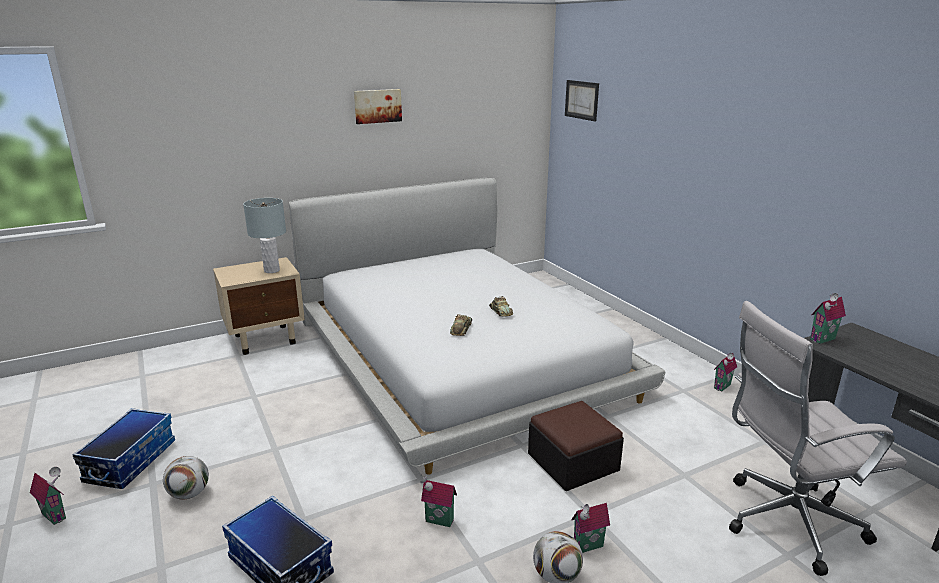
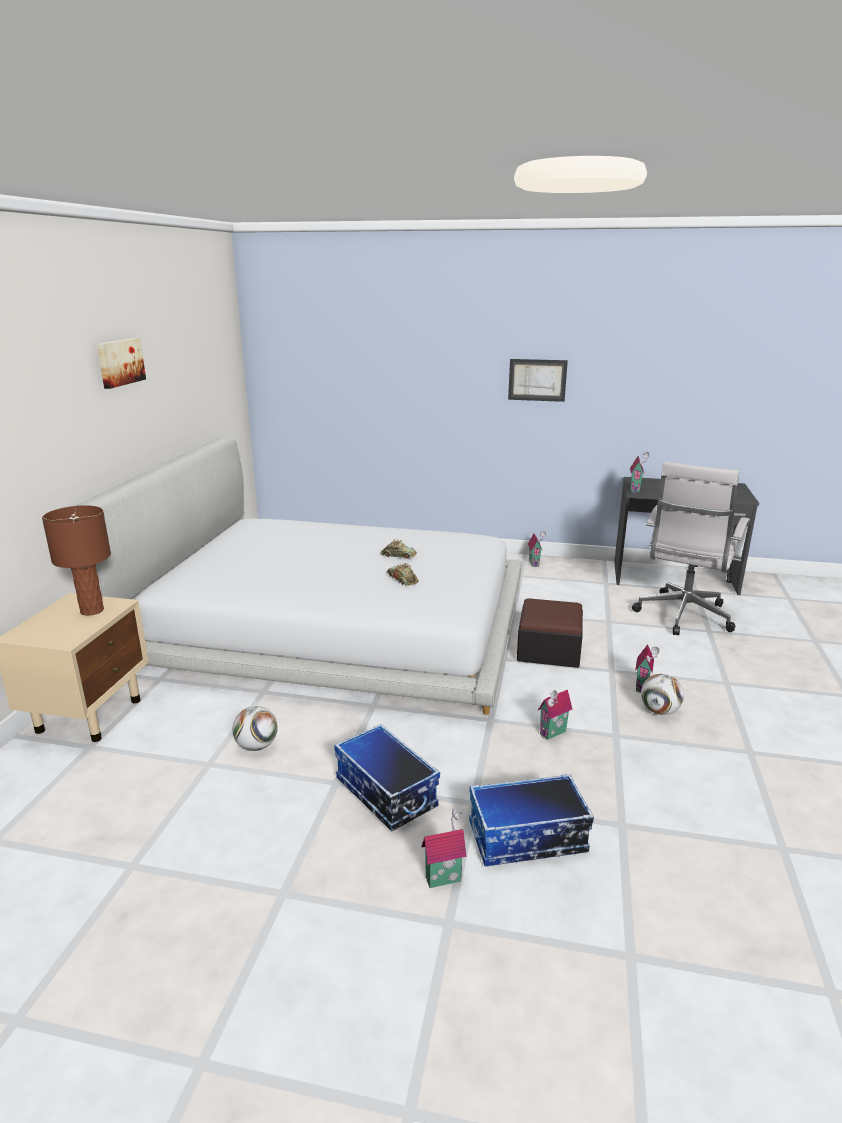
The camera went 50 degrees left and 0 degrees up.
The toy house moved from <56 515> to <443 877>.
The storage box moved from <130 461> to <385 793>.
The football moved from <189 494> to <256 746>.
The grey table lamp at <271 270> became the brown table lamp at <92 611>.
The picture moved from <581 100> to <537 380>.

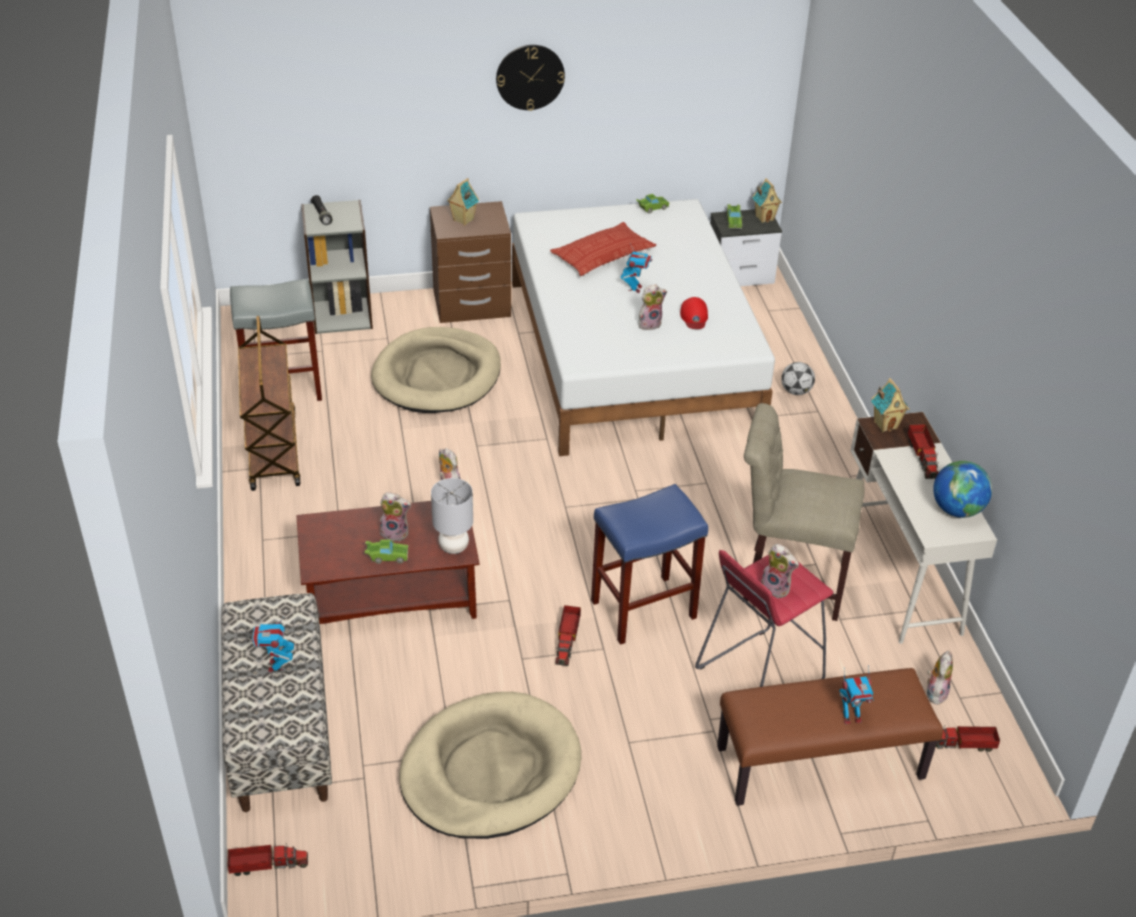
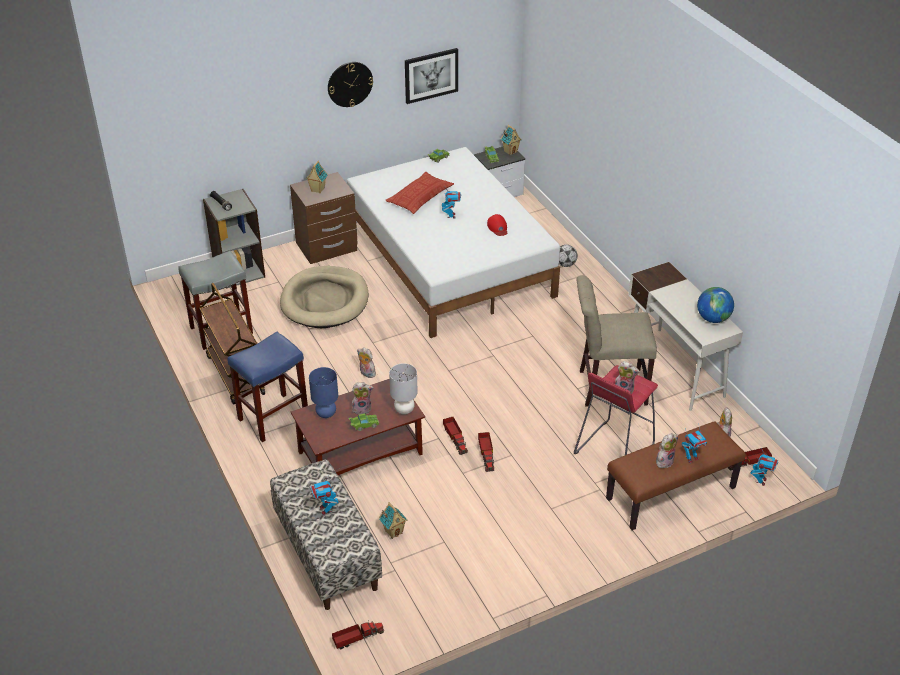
The camera went 15 degrees left and 0 degrees up.
The beige dog bed at <490 771> disappeared.
The blue stool moved from <642 610> to <273 418>.
The plush toy moved from <650 323> to <664 461>.
The toy house moved from <885 425> to <393 531>.
The toy truck moved from <922 457> to <455 439>.
The blue table lamp at <325 413> appeared.
The picture at <431 75> appeared.
The toy robot at <761 481> appeared.

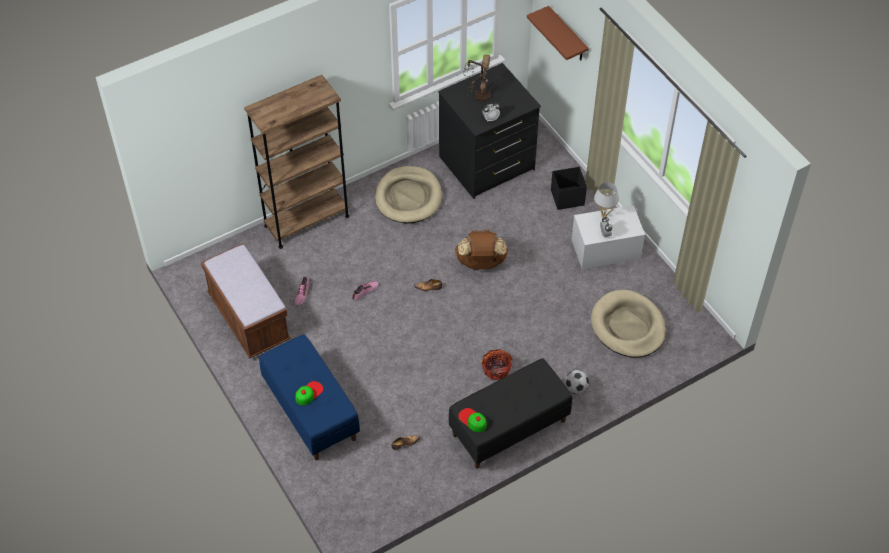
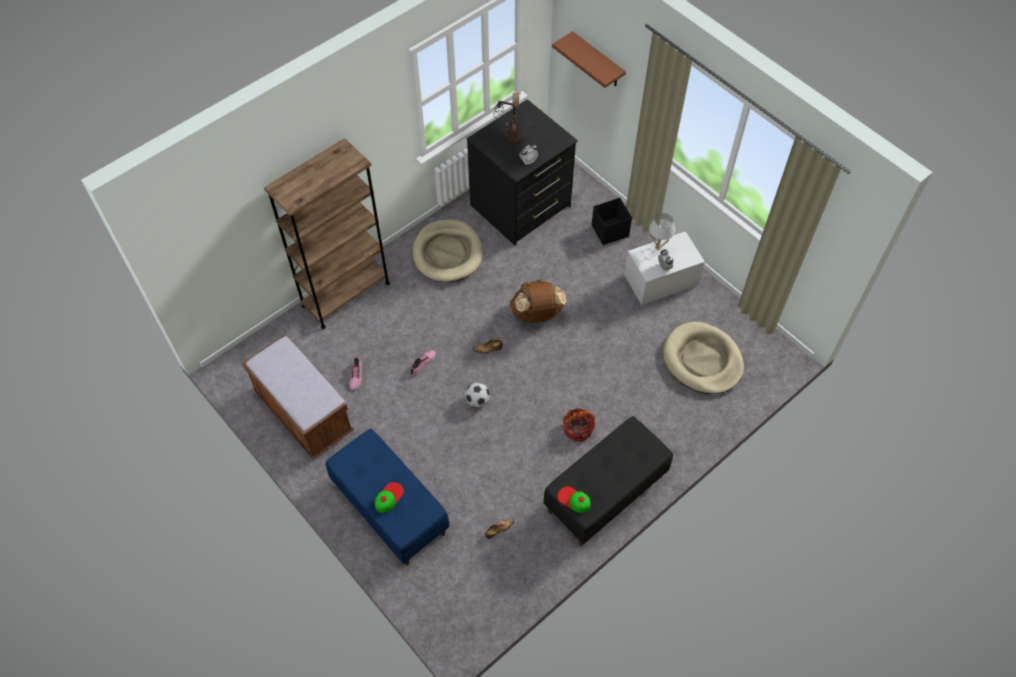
The camera went 10 degrees left and 5 degrees up.
The football moved from <576 388> to <477 401>.

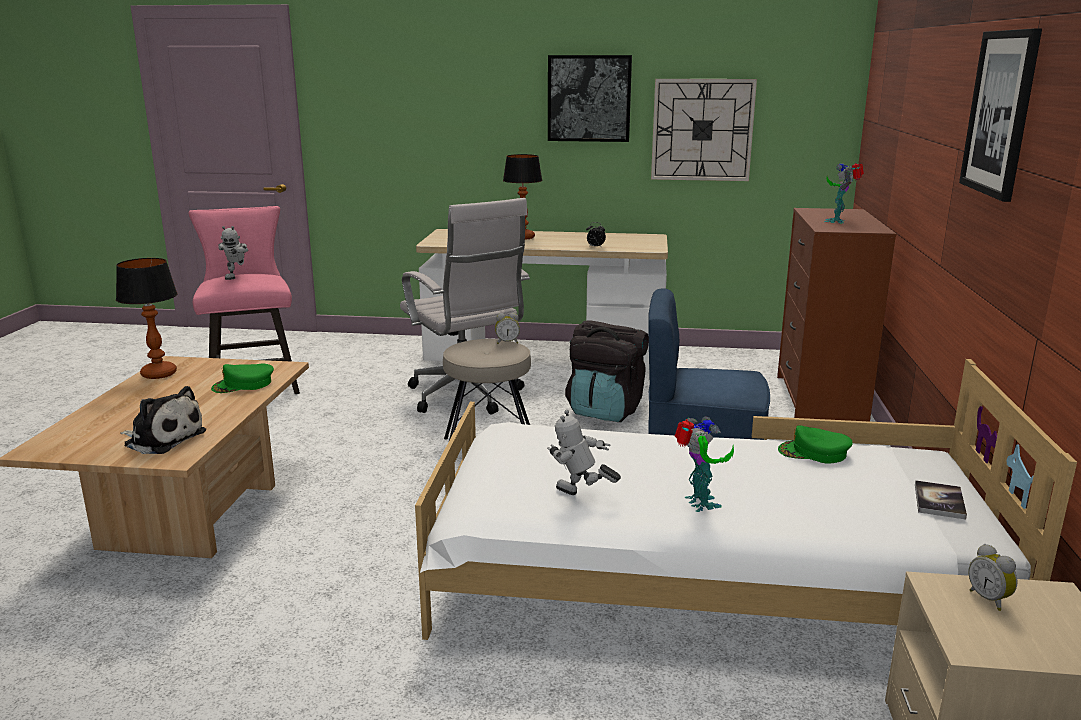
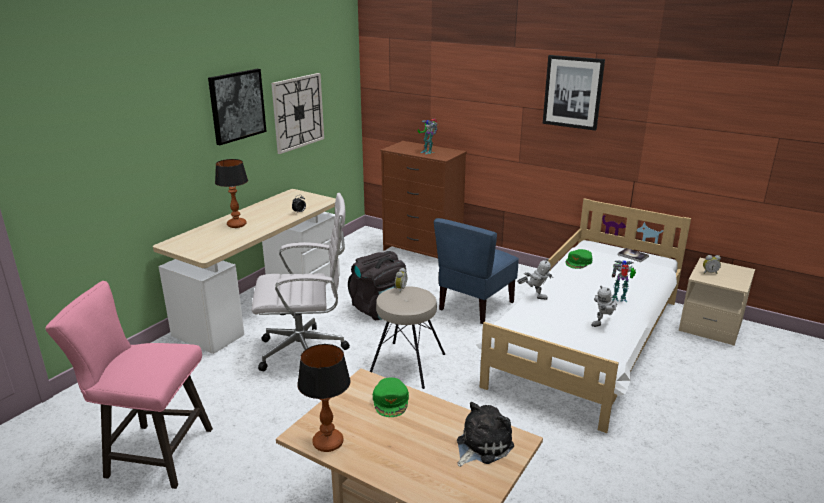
The camera went 65 degrees left and 5 degrees up.
The toy robot moved from <237 277> to <535 296>.

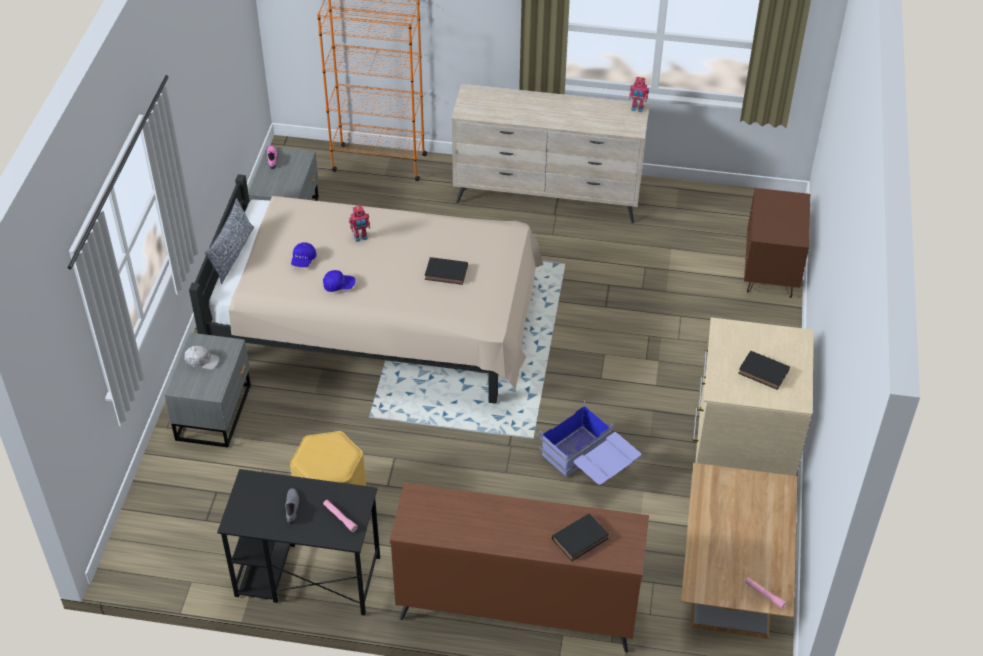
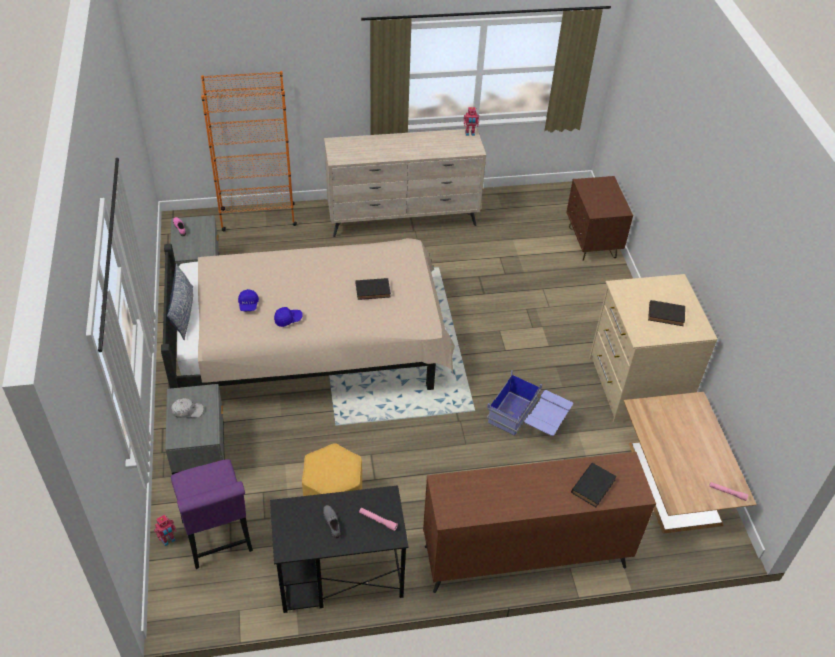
The camera went 20 degrees left and 0 degrees up.
The toy robot moved from <360 237> to <168 540>.
The purple chair at <218 540> appeared.

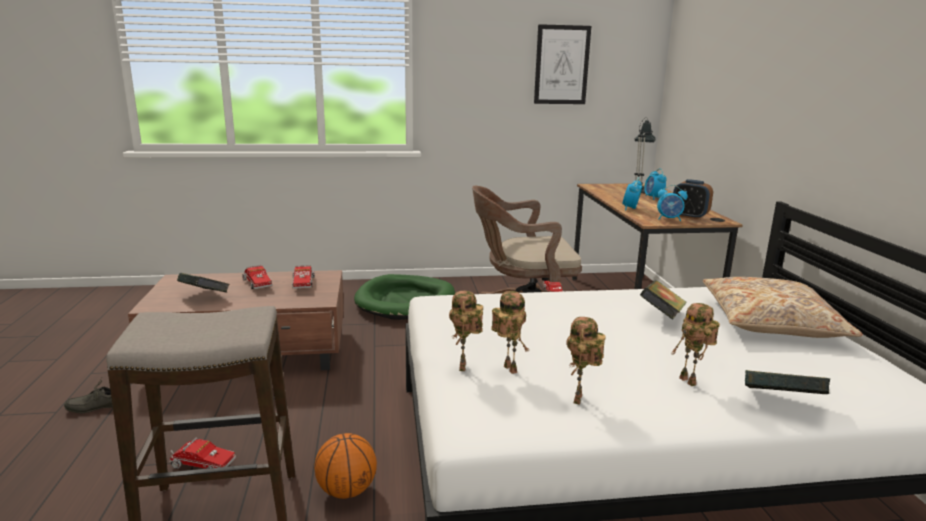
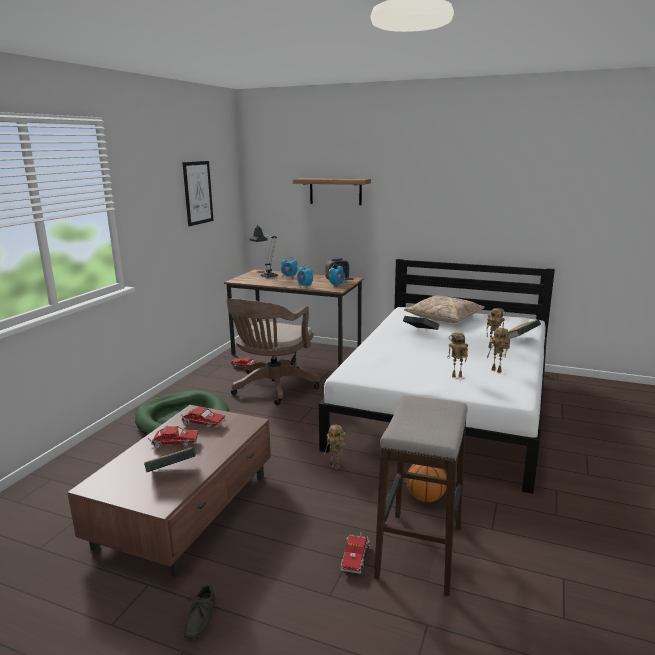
The camera went 60 degrees left and 0 degrees up.
The toy truck at <200 465> turned 150 degrees clockwise.
The toy robot moved from <464 367> to <335 467>.
The shelf at <335 191> appeared.

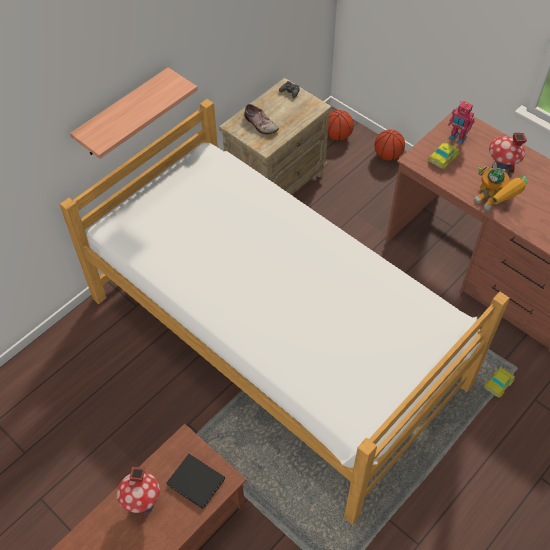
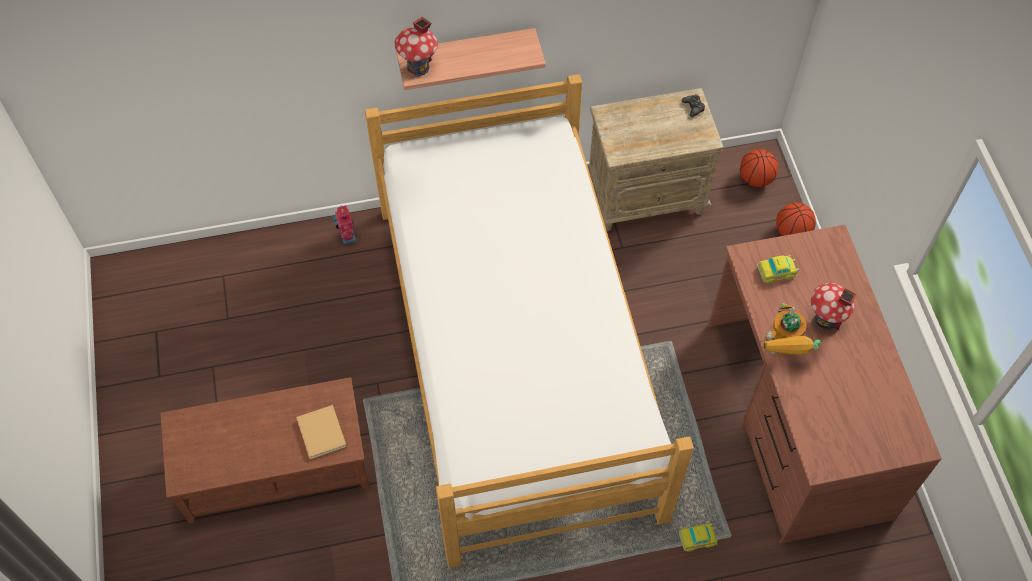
The camera went 35 degrees right and 5 degrees up.
The toy house moved from <143 503> to <418 67>.
The black book at <197 482> became the beige book at <322 434>.
The shoe at <260 124> disappeared.
The toy robot moved from <457 138> to <347 237>.

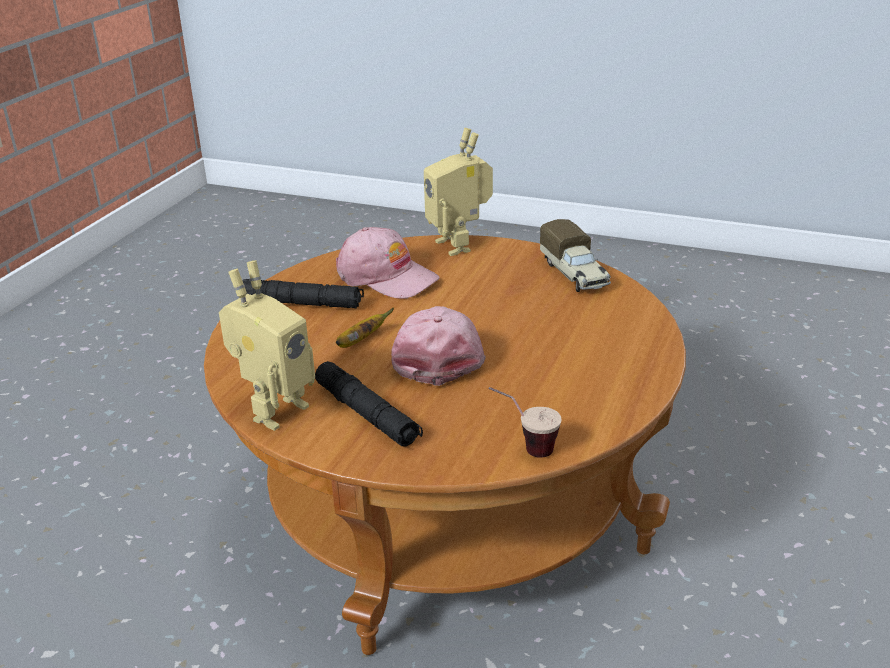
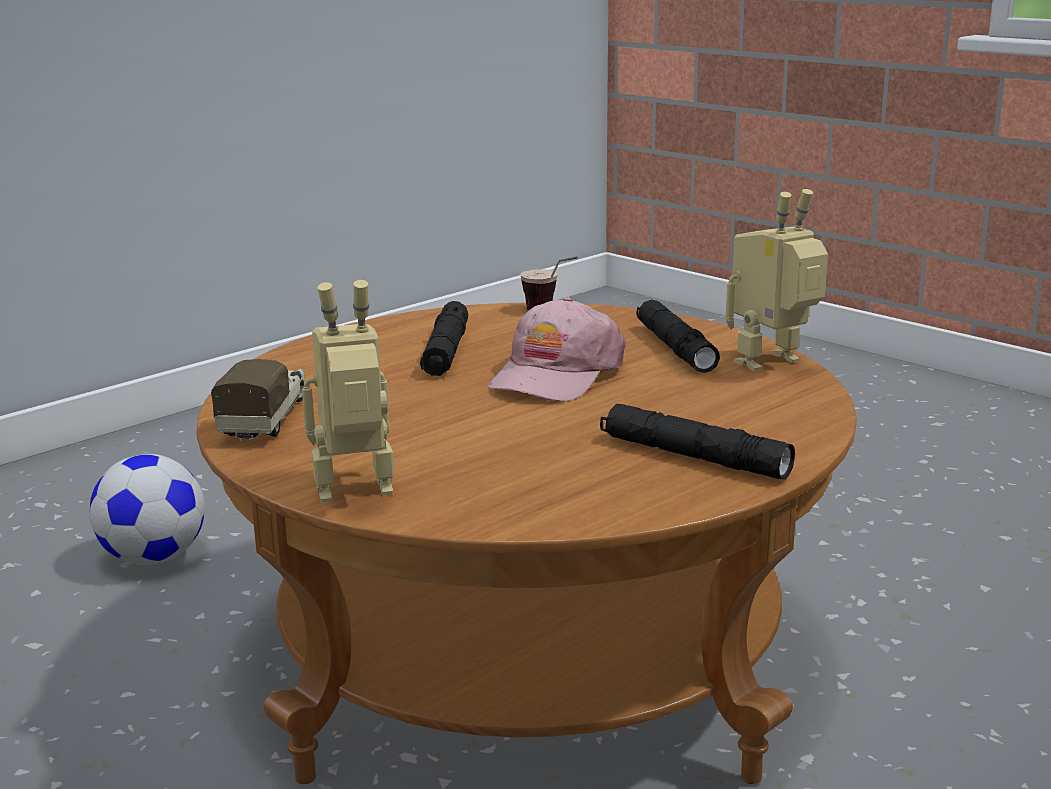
The camera went 155 degrees left and 10 degrees down.
The pink cap at <386 276> disappeared.
The banana at <361 341> disappeared.
The toy robot at <459 245> turned 105 degrees counterclockwise.
The football at <154 558> appeared.
The black flashlight at <446 351> appeared.

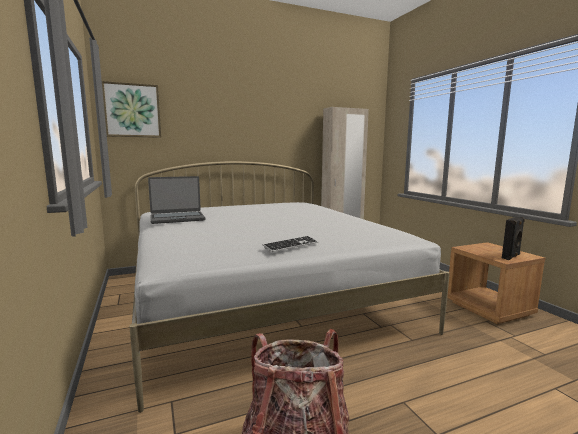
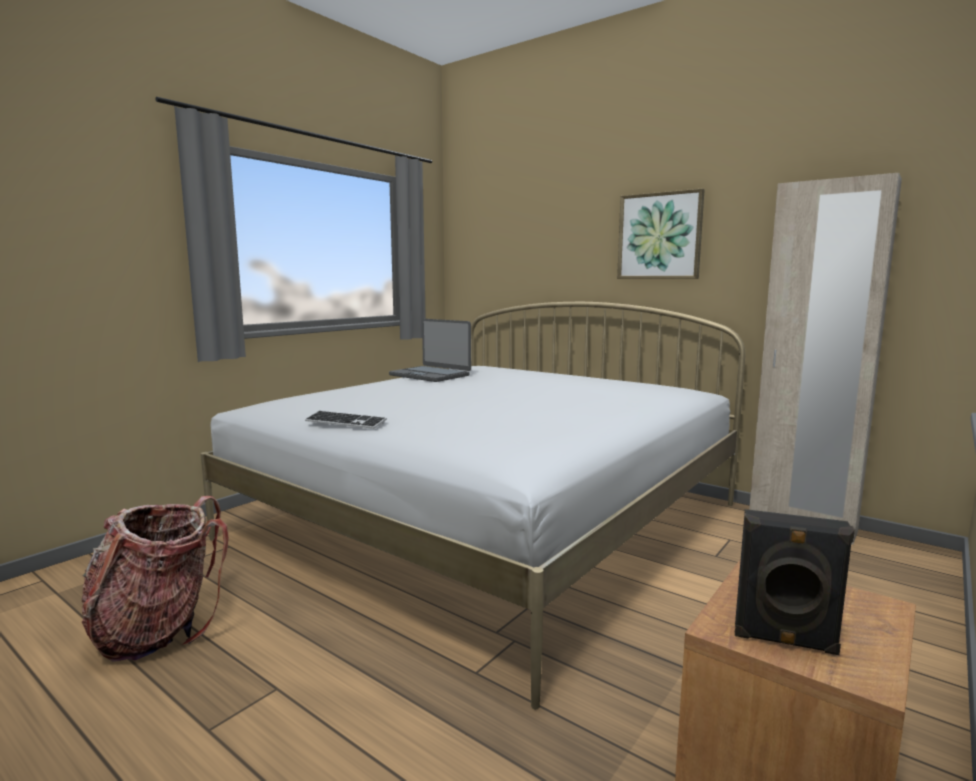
The camera went 60 degrees right and 0 degrees up.
The picture moved from <132 110> to <659 236>.

